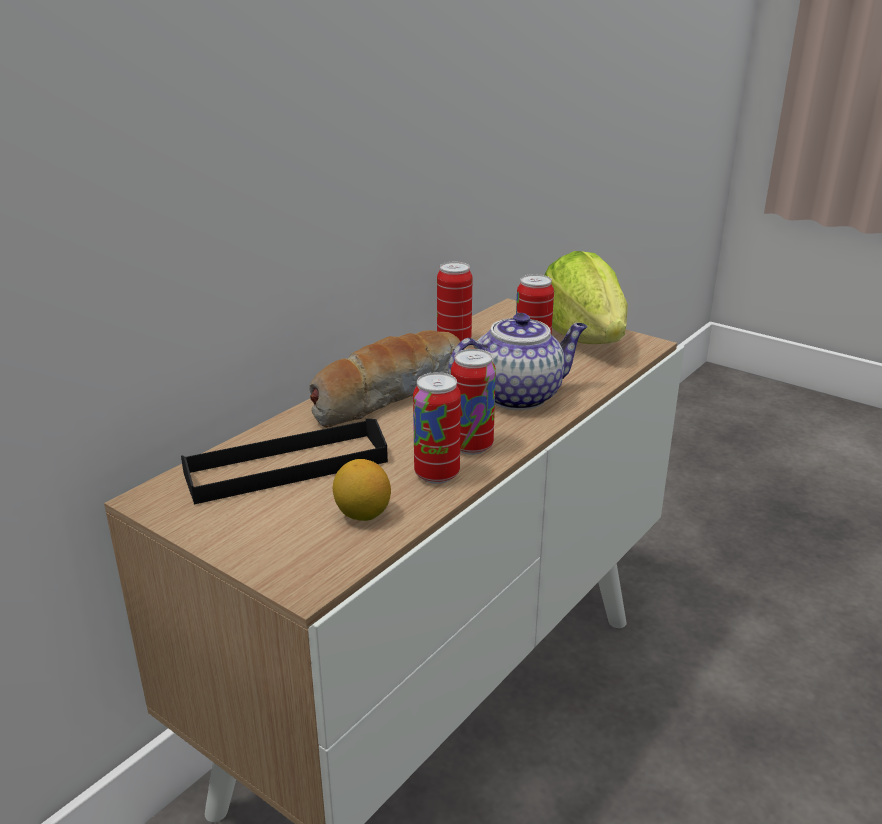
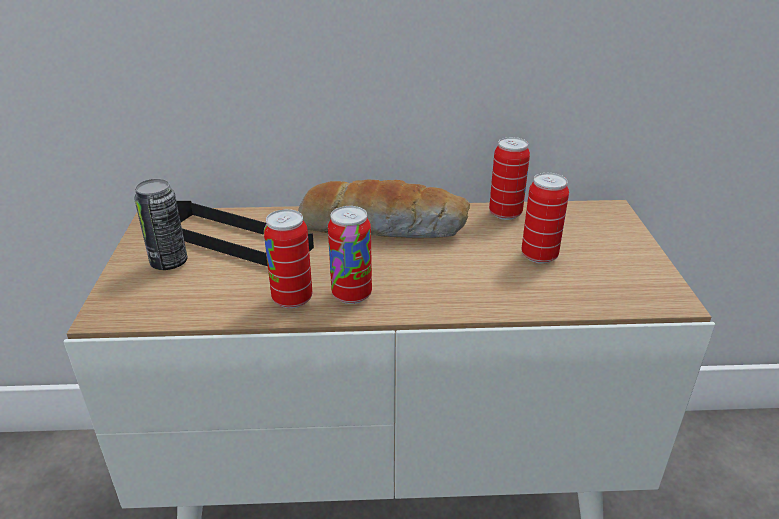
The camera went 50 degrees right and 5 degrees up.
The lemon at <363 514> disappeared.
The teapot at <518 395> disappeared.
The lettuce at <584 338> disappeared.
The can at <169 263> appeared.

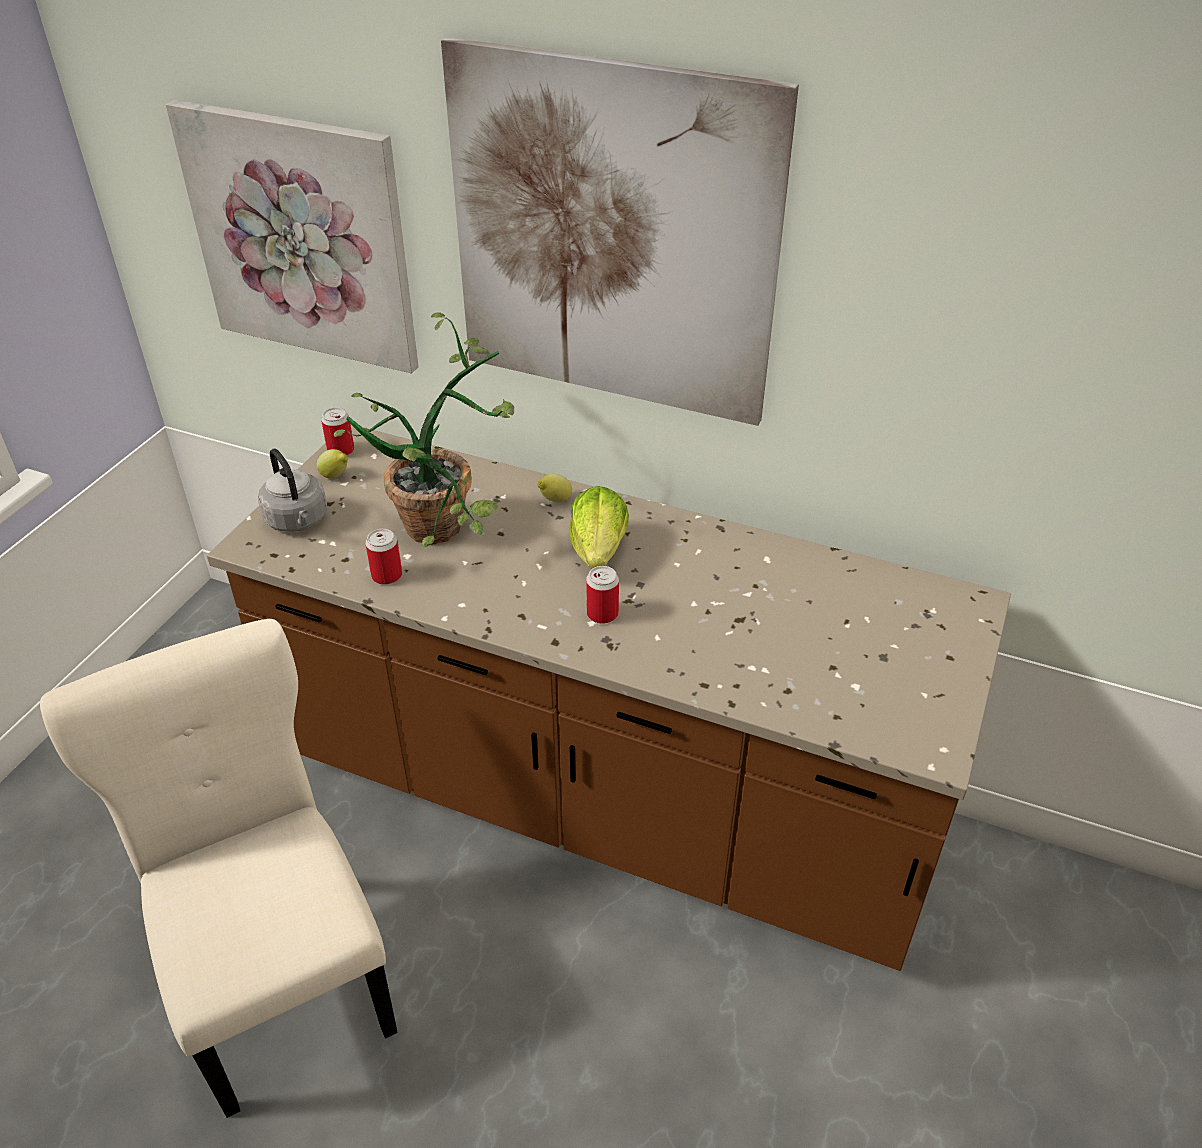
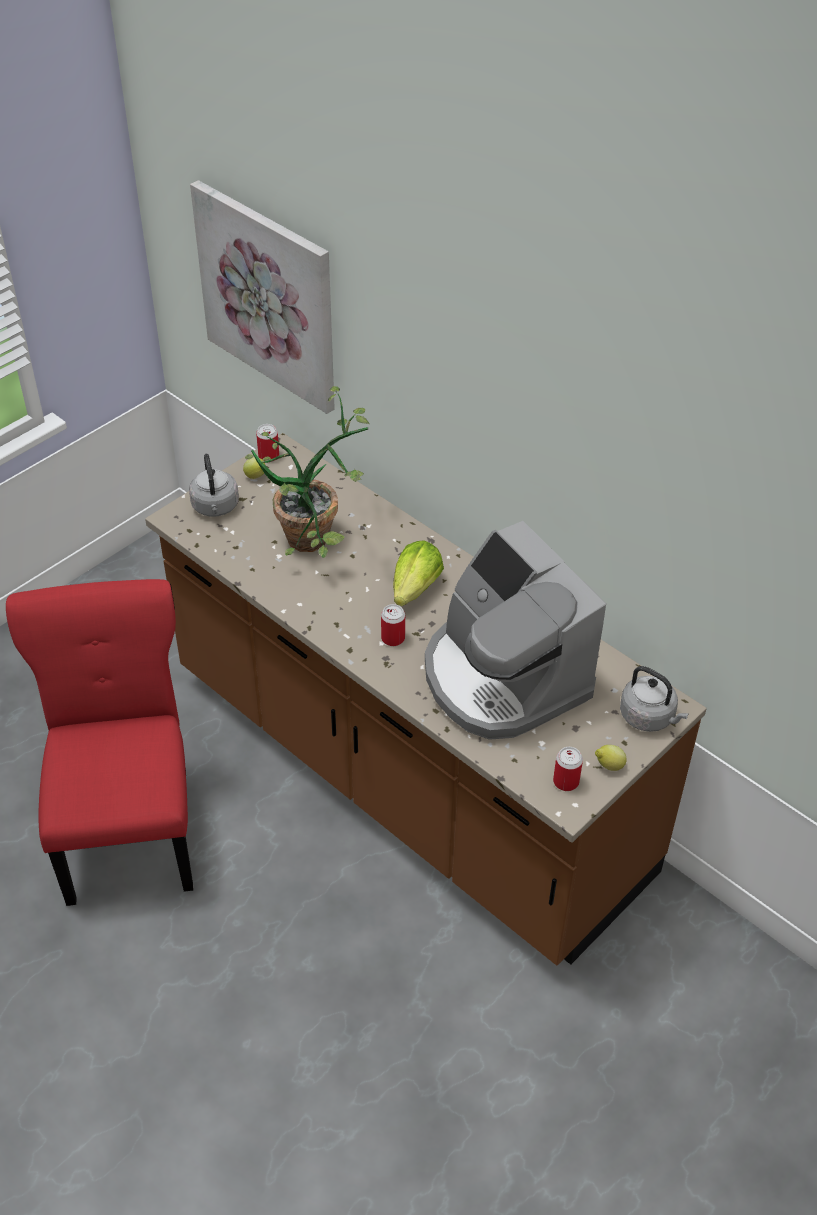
The camera went 20 degrees right and 5 degrees up.
The beige chair at <280 977> became the red chair at <130 828>.
The can moved from <387 575> to <566 781>.
The picture at <612 239> disappeared.
The lemon moved from <554 501> to <608 766>.
The coffee machine at <502 678> appeared.
The grey kettle at <649 717> appeared.

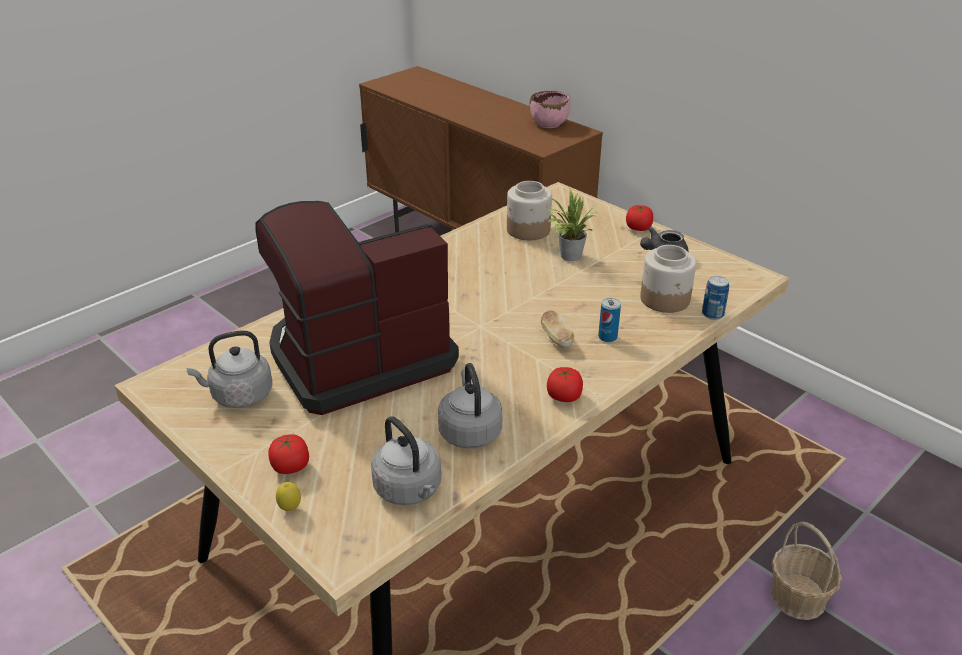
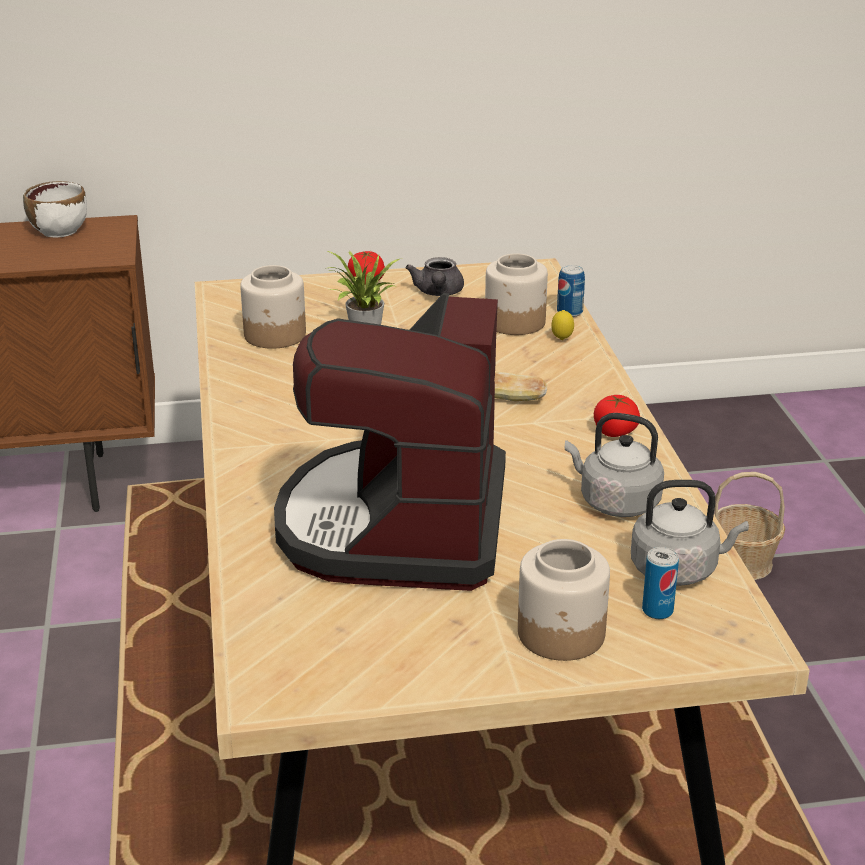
The camera went 55 degrees left and 5 degrees down.
The grey kettle at <239 396> disappeared.
The tomato at <290 467> was replaced by the jar at <562 634>.
The lemon moved from <290 509> to <562 339>.
The pink bowl at <549 124> became the white bowl at <60 231>.
The can moved from <607 337> to <657 611>.

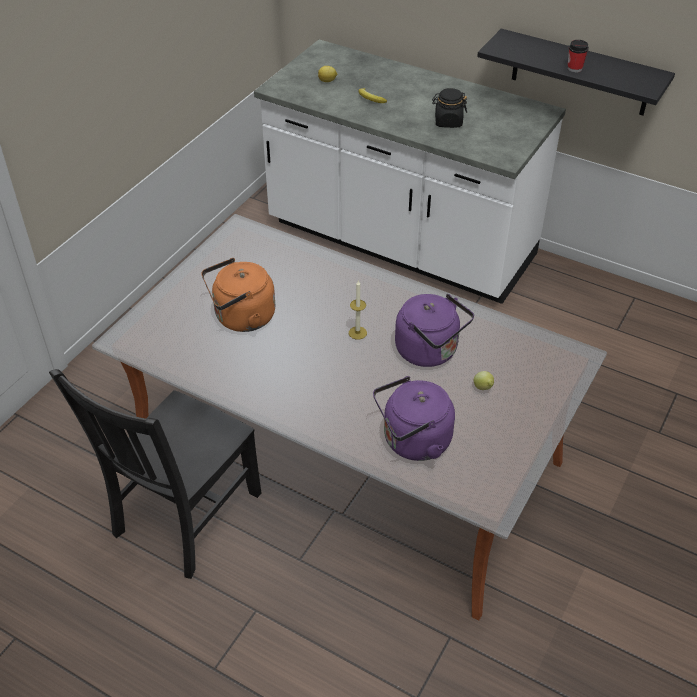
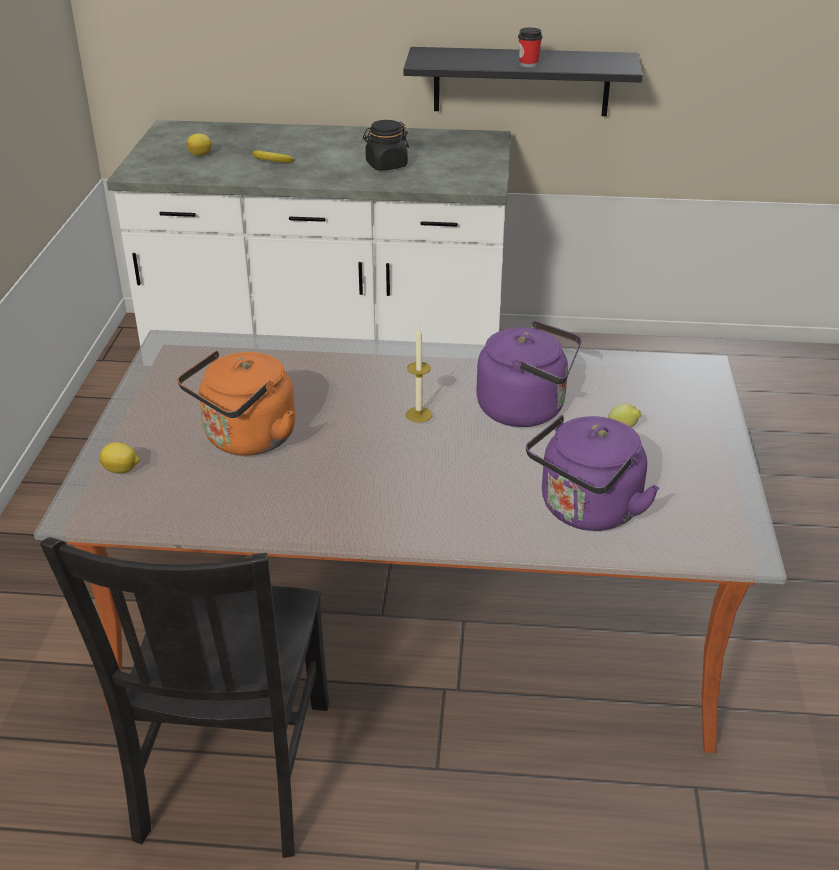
The camera went 25 degrees left and 10 degrees down.
The lemon at <122 470> appeared.

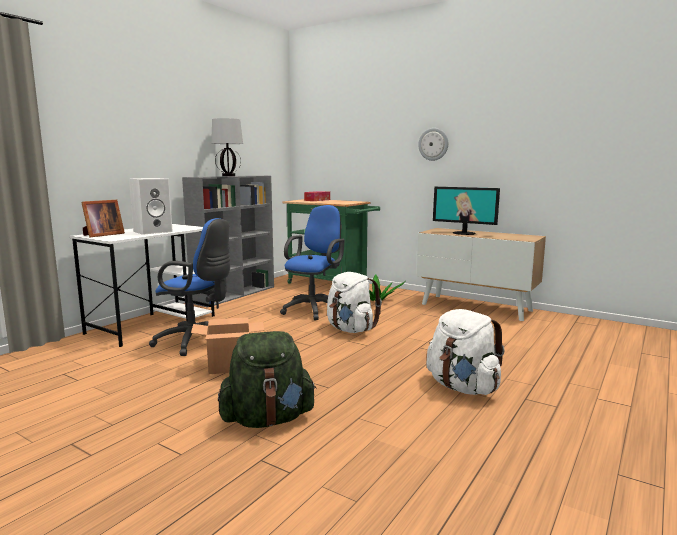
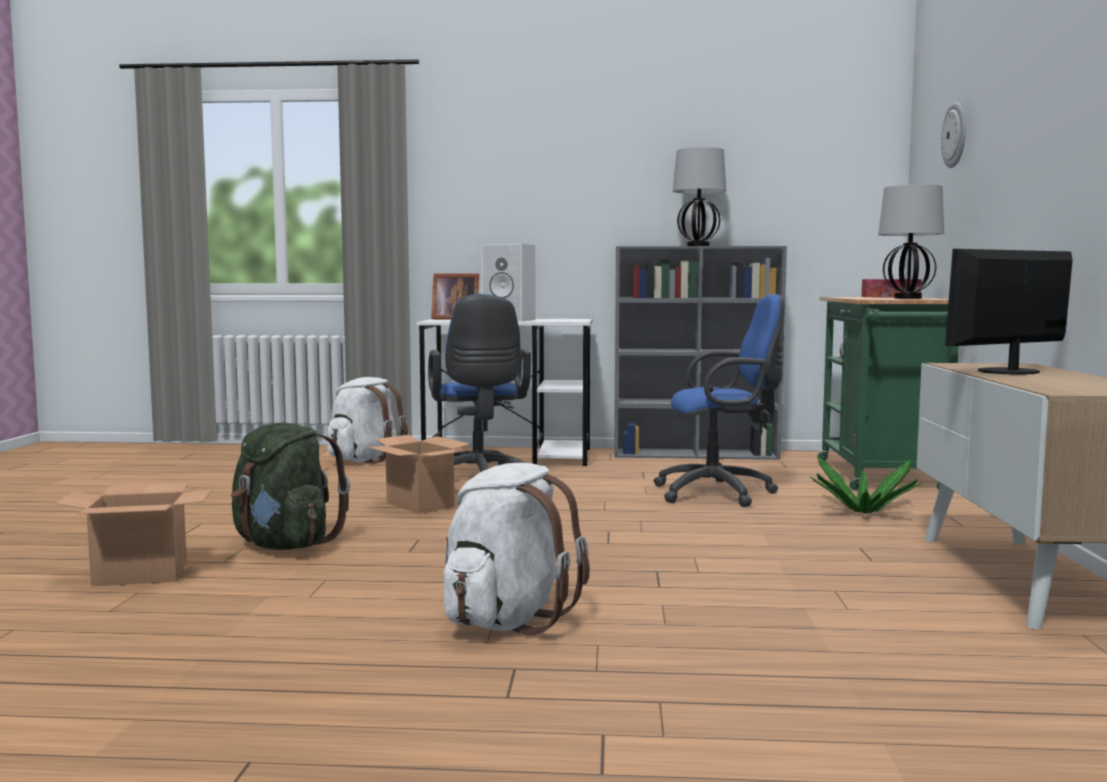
The camera went 60 degrees right and 5 degrees down.
The white backpack moved from <350 329> to <365 460>.
The wall clock moved from <433 144> to <955 135>.
The monitor at <464 233> turned 60 degrees clockwise.
The cardboard box at <142 575> appeared.
The table lamp at <907 298> appeared.

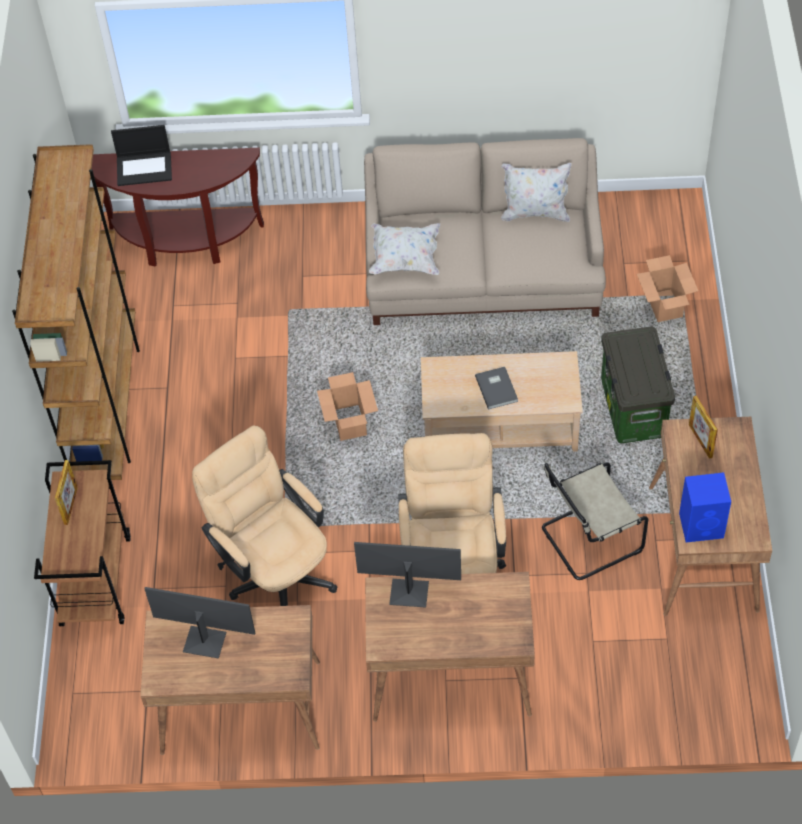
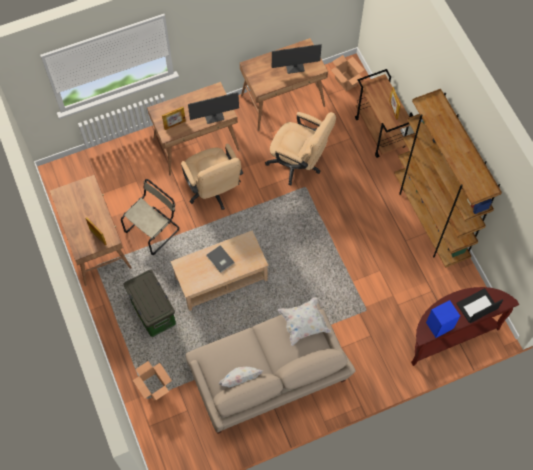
The camera went 155 degrees right and 10 degrees up.
The cardboard box moved from <349 423> to <346 81>.
The blue speaker moved from <702 525> to <439 326>.
The picture frame at <175 125> appeared.

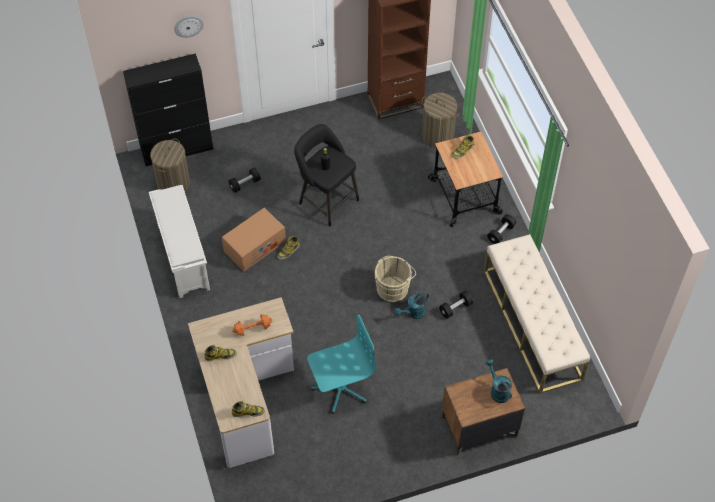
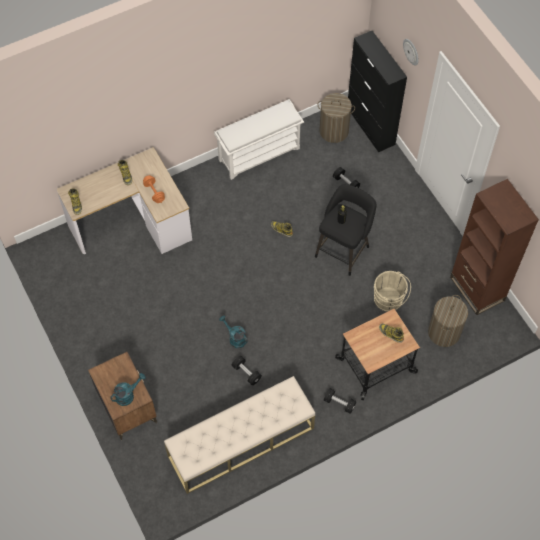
The camera went 80 degrees right and 5 degrees up.
The cardboard box at <254 246> disappeared.
The turquoise office chair at <340 387> disappeared.
The beige bucket moved from <393 288> to <389 300>.

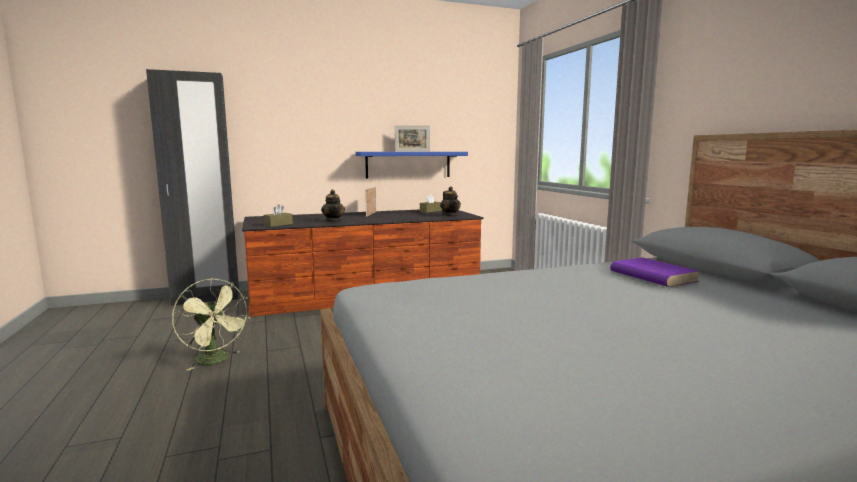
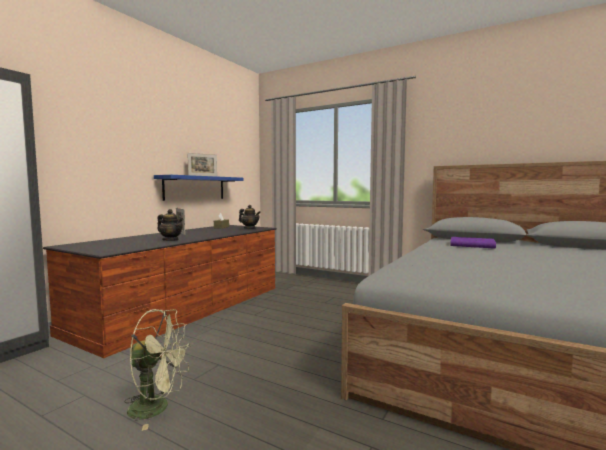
The camera went 40 degrees left and 5 degrees down.
The brown tissue box at <278 224> disappeared.

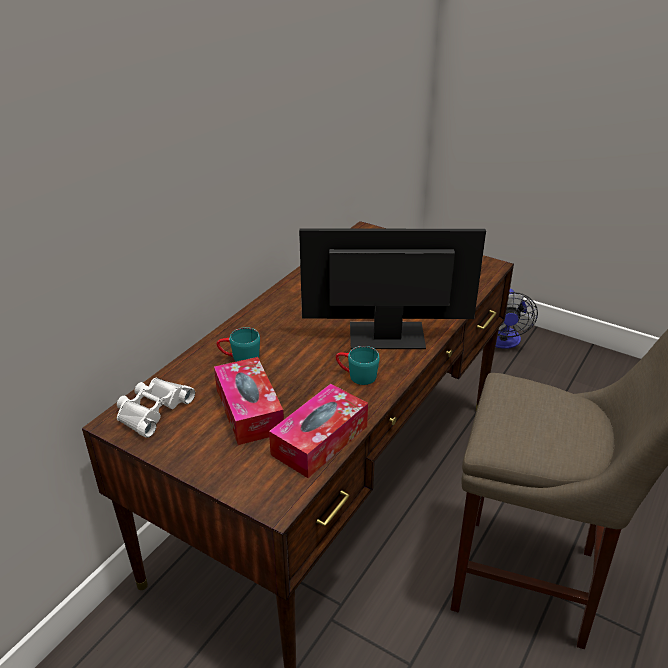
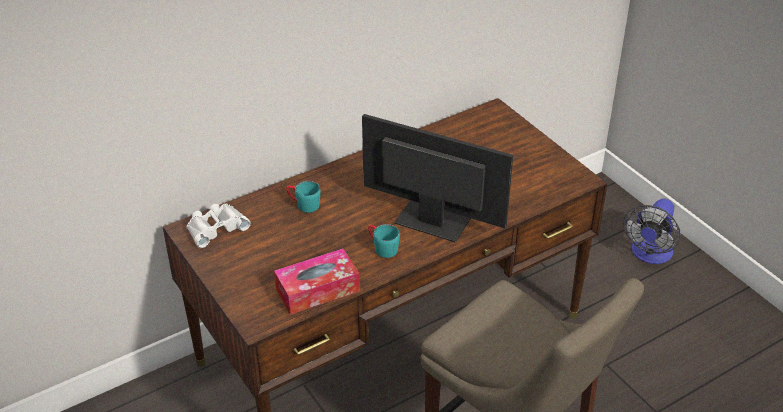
The camera went 25 degrees right and 5 degrees up.
The tissue box at <249 410> disappeared.

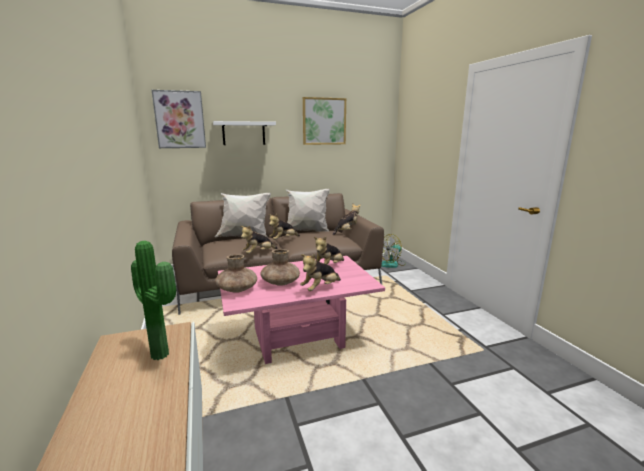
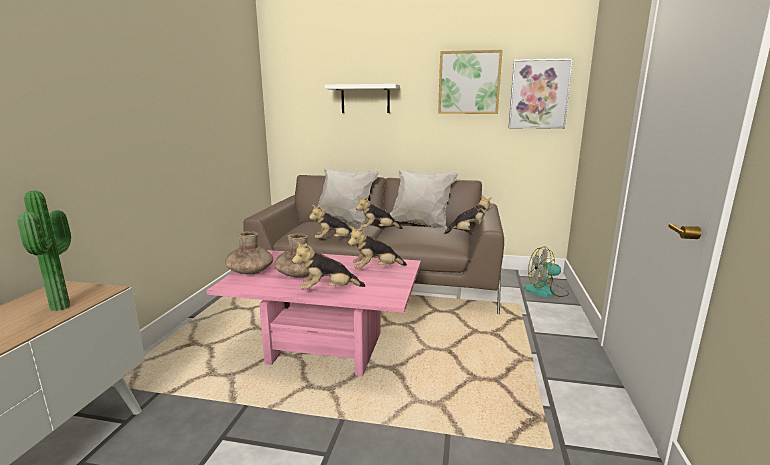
The camera went 30 degrees right and 0 degrees up.
The picture moved from <180 120> to <539 94>.

